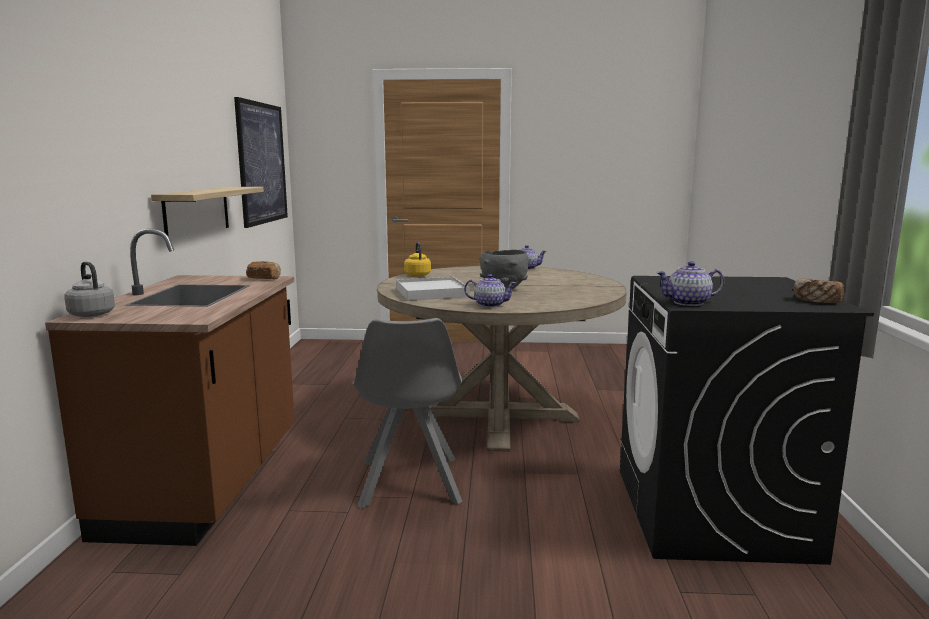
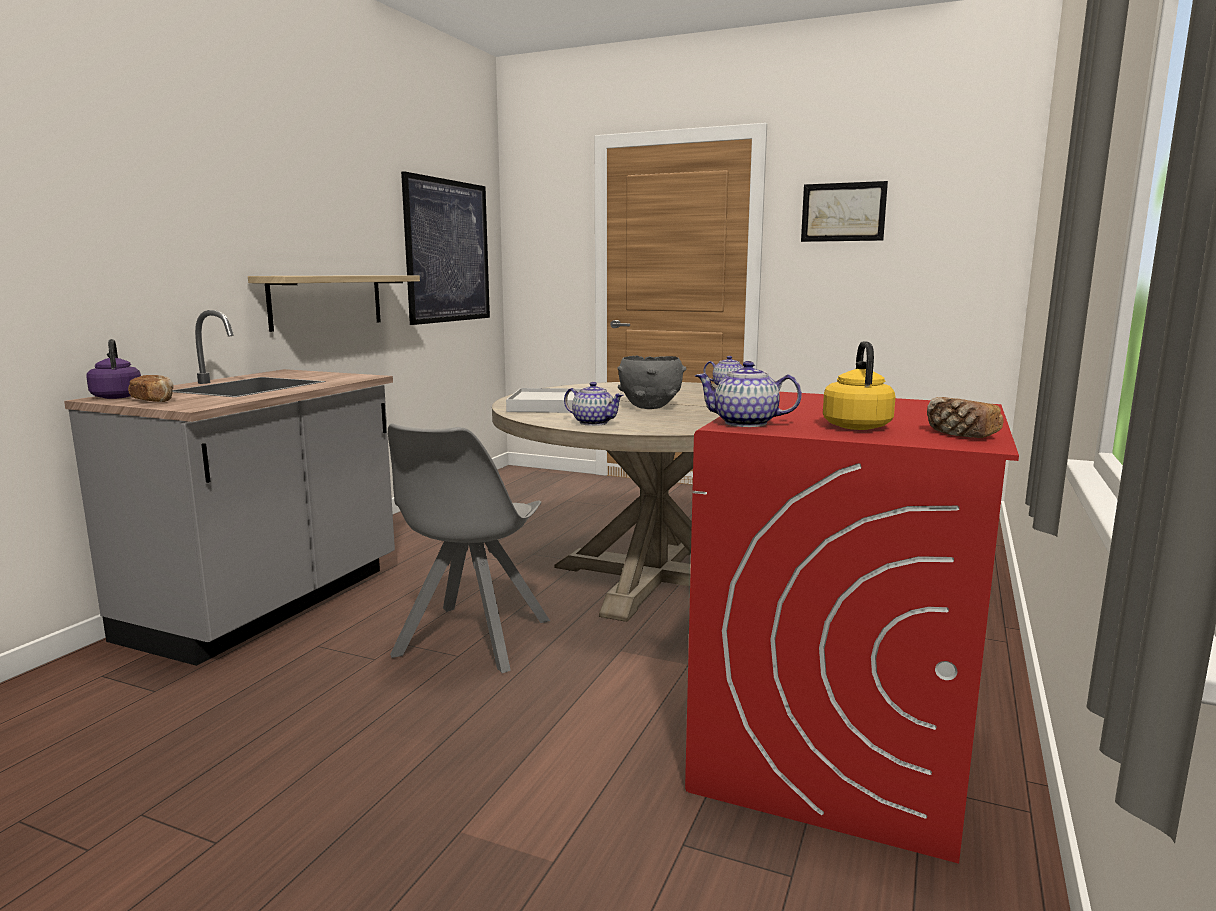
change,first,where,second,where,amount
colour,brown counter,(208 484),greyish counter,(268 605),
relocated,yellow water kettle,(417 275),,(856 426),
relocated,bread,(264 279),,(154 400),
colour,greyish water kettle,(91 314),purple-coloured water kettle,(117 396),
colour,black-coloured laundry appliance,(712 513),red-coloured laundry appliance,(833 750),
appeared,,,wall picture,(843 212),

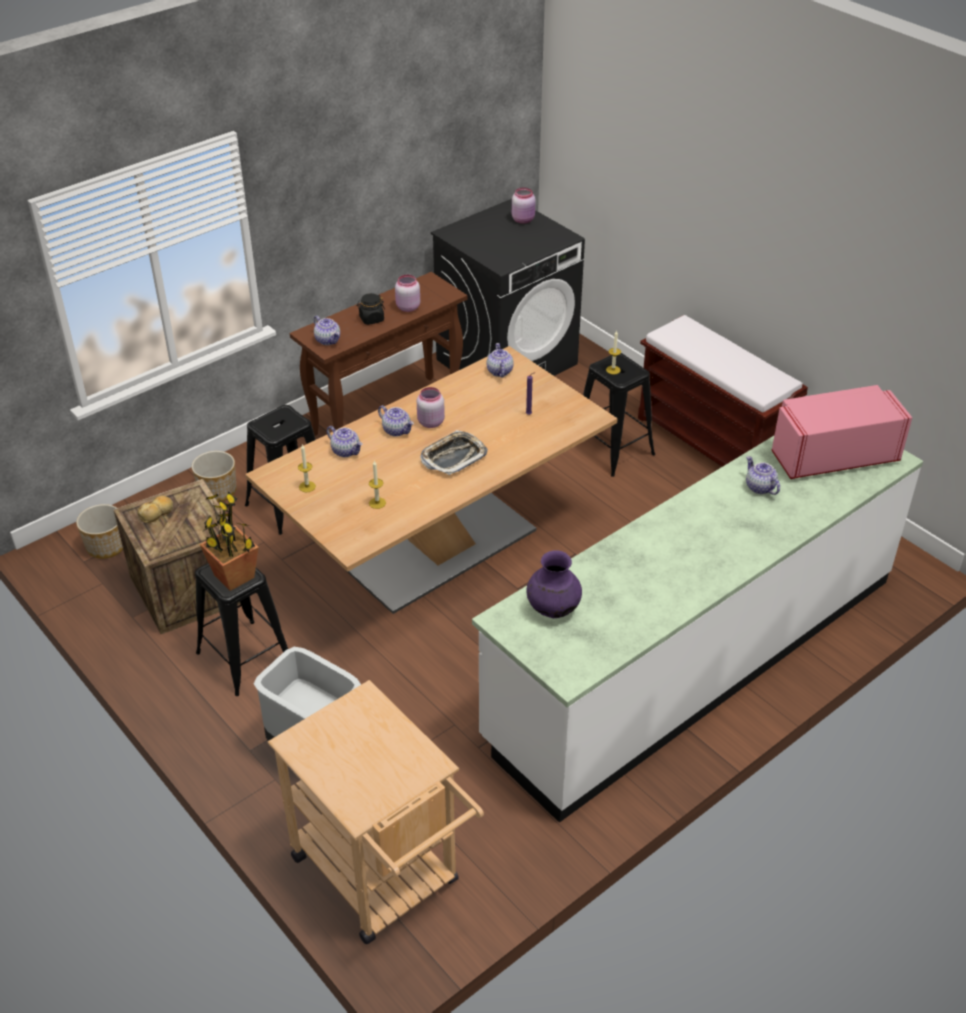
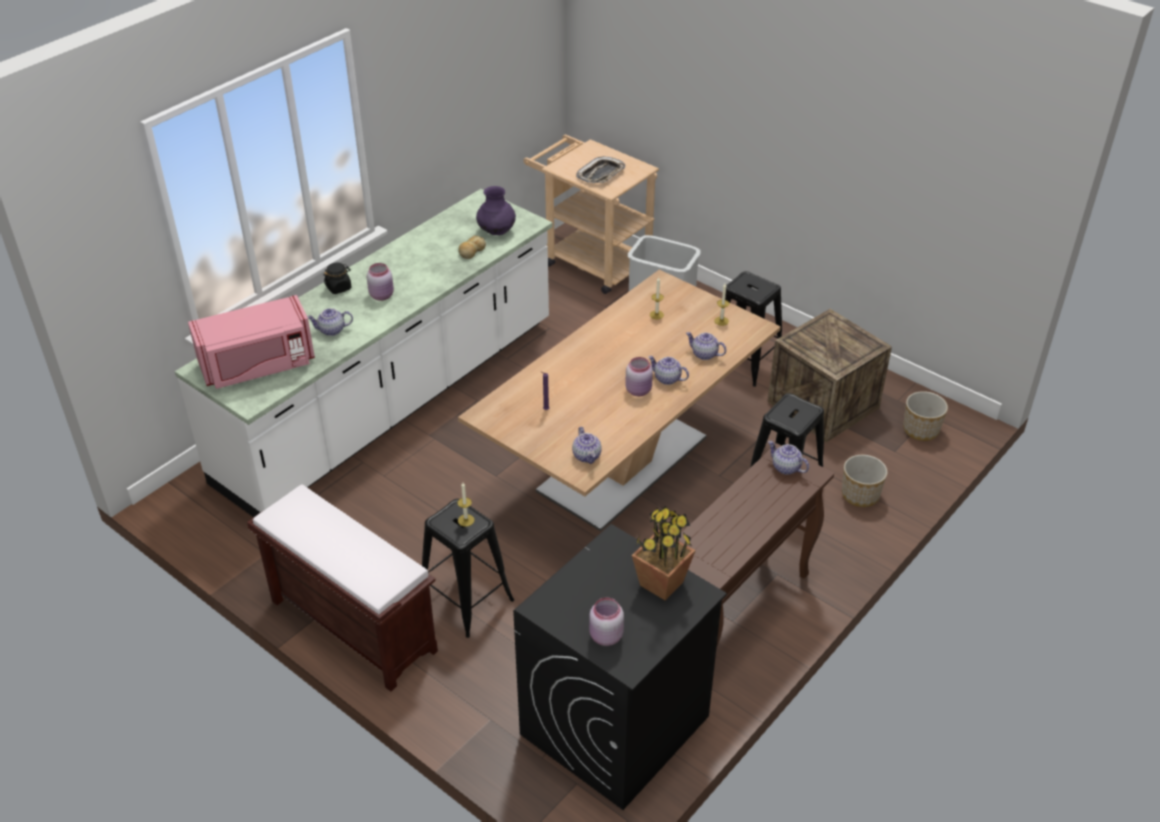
change,first,where,second,where,amount
relocated,pink-coloured jar,(407 307),,(382 295),
relocated,black-coloured jar,(371 319),,(339 287),
relocated,carrying tray,(453 457),,(601 174),
spun,tea pot,(759 487),,(331 330),120 degrees clockwise
relocated,houseplant,(234 577),,(661 583),
relocated,bread,(157 513),,(471 251),

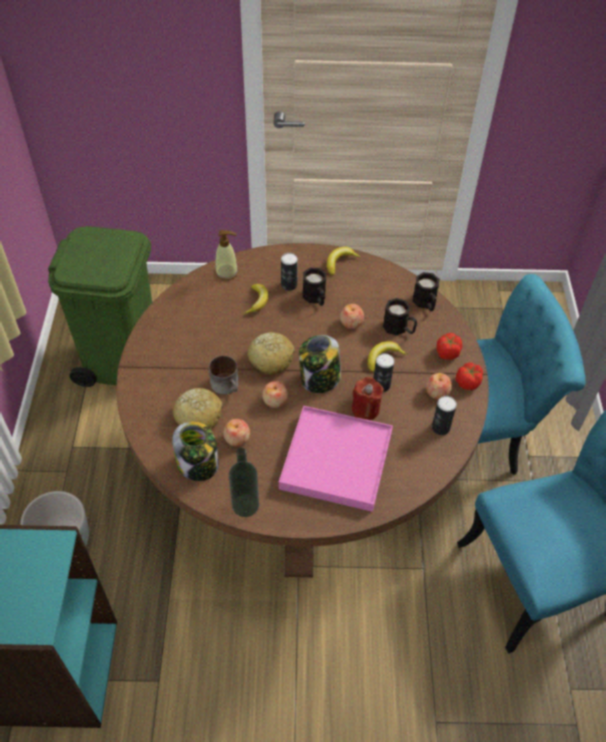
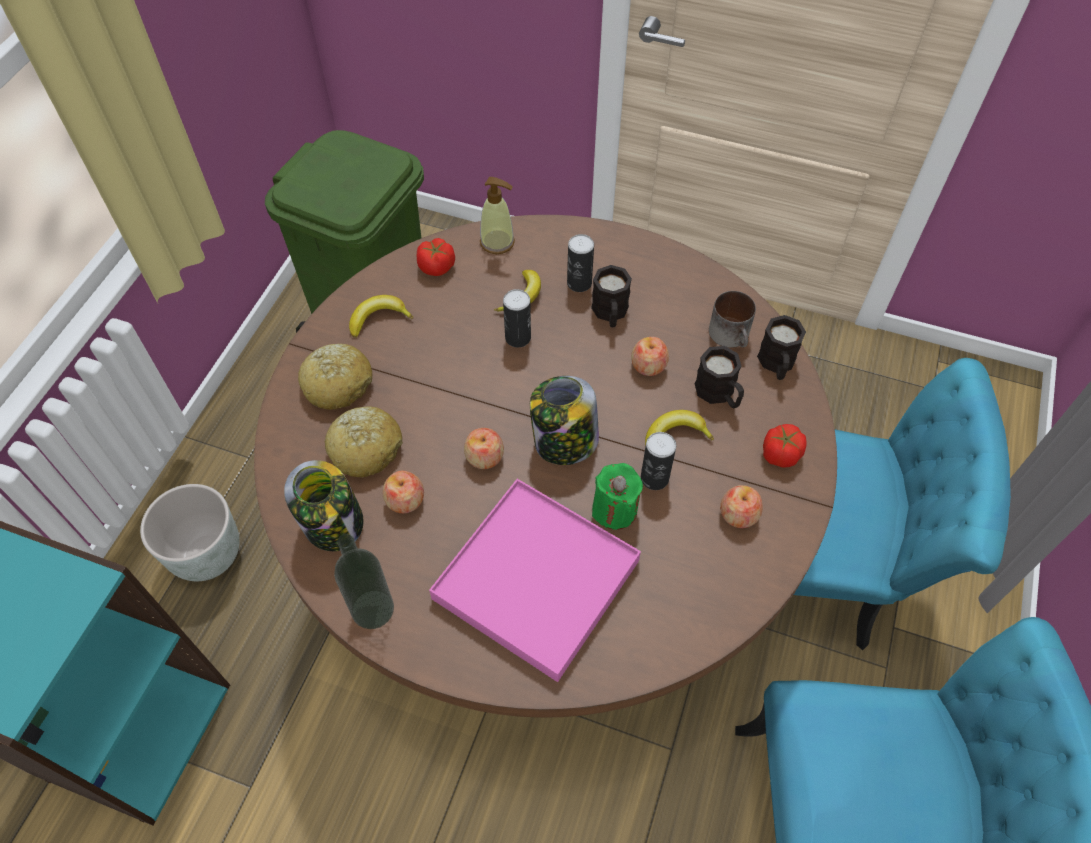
change,first,where,second,where,amount
relocated,banana fruit,(340 262),,(378 319),
relocated,bread,(271 358),,(338 384),
relocated,tea mug,(227 385),,(732 336),
relocated,fresh tomato,(468 382),,(437 267),
colour,red-coloured candle,(365 409),greenish candle,(614 509),
relocated,metal can,(440 427),,(518 337),

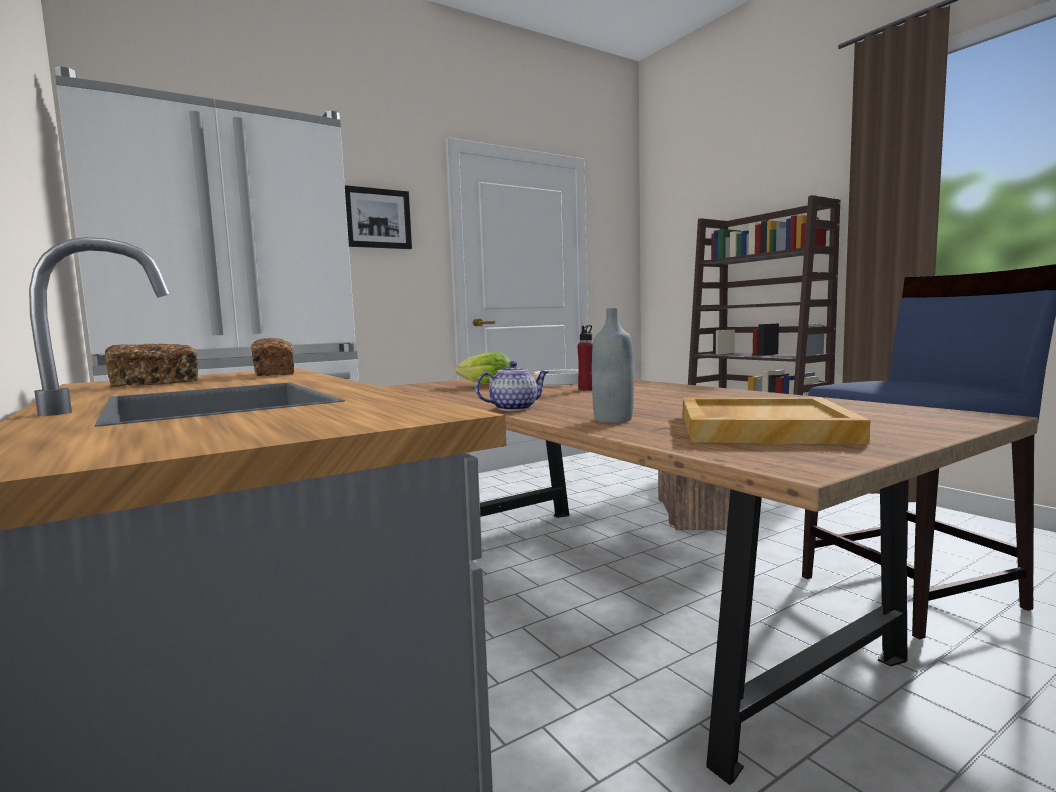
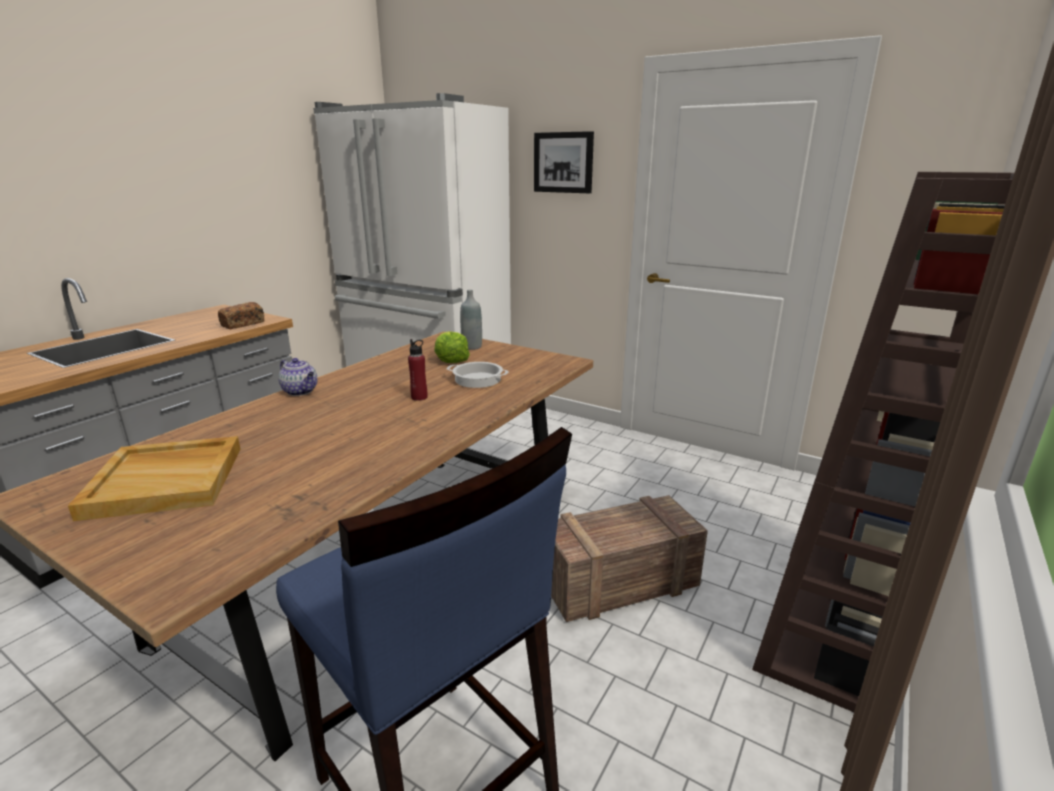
change,first,where,second,where,amount
relocated,greyish drink bottle,(613 420),,(472 347),
missing,bread,(155 383),,,

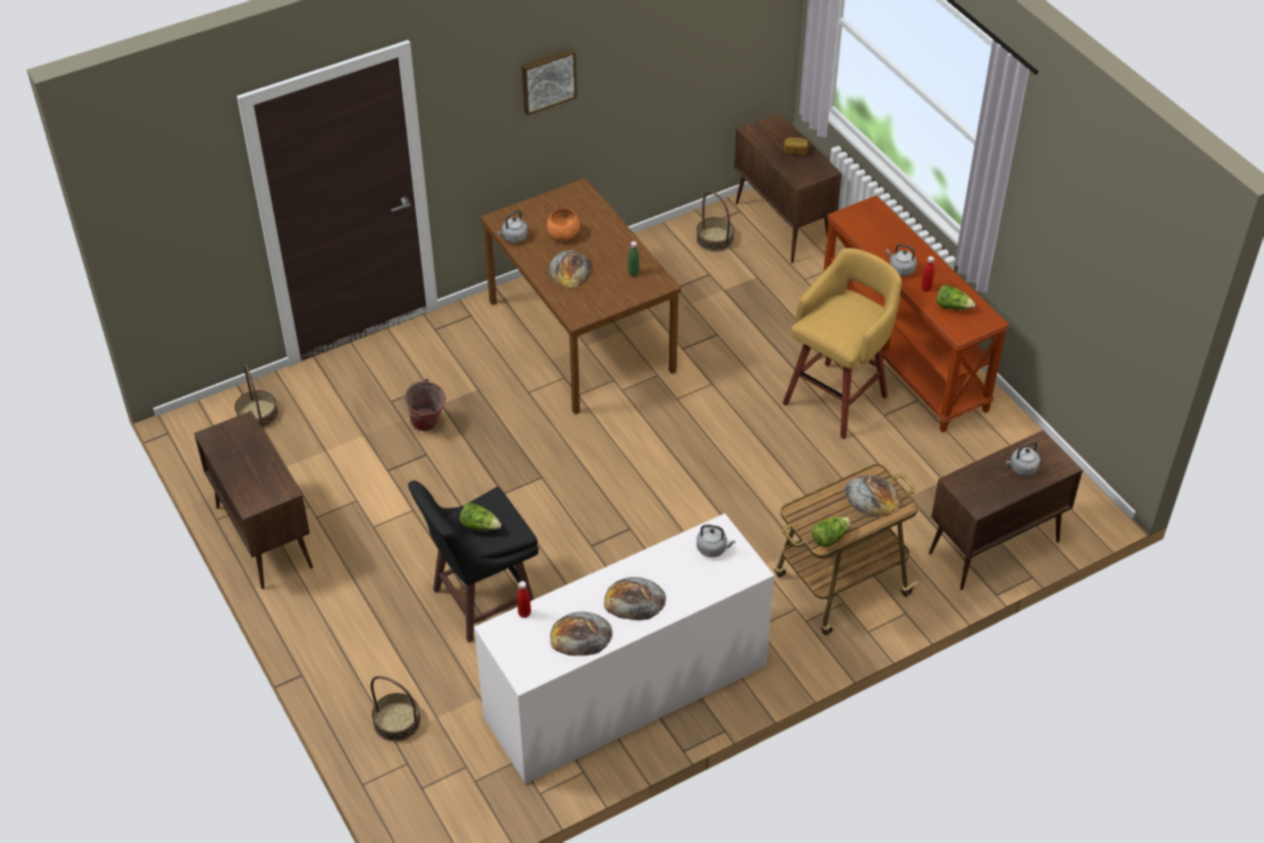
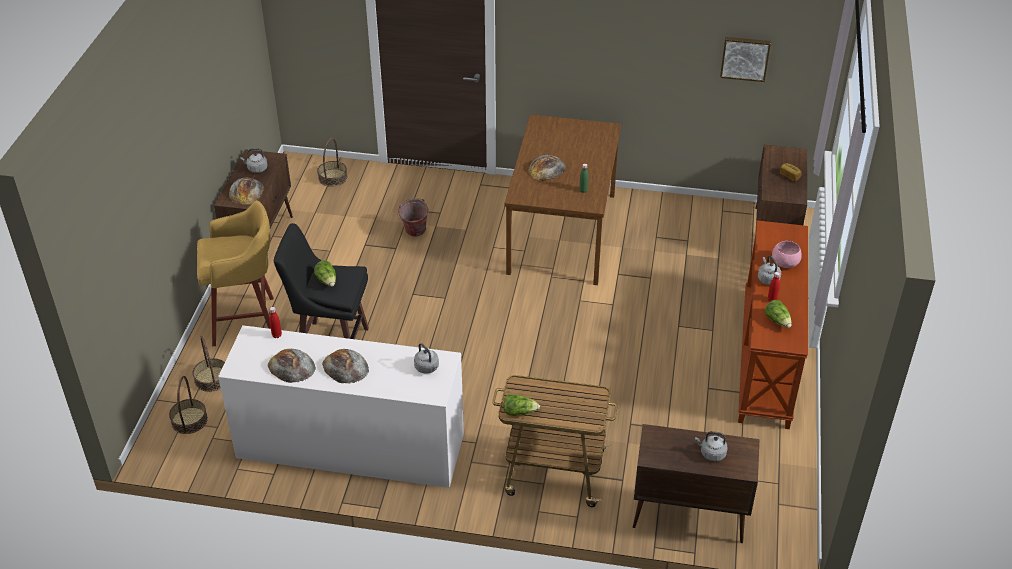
change,first,where,second,where,amount
relocated,wall picture,(548 80),,(745 58),
relocated,storage basket,(715 239),,(189 420),
missing,orangey bowl,(563 235),,,
relocated,greyish water kettle,(514 238),,(256 169),
relocated,yellow stool seat,(837 398),,(246 321),
relocated,bread,(872 496),,(246 192),
appeared,,,pink-coloured bowl,(784 263),

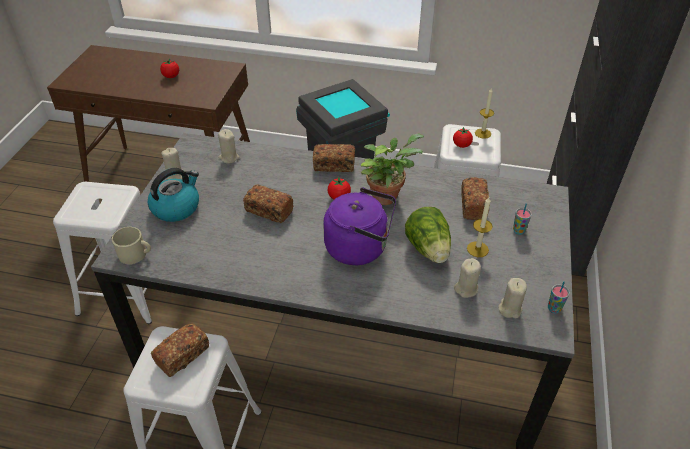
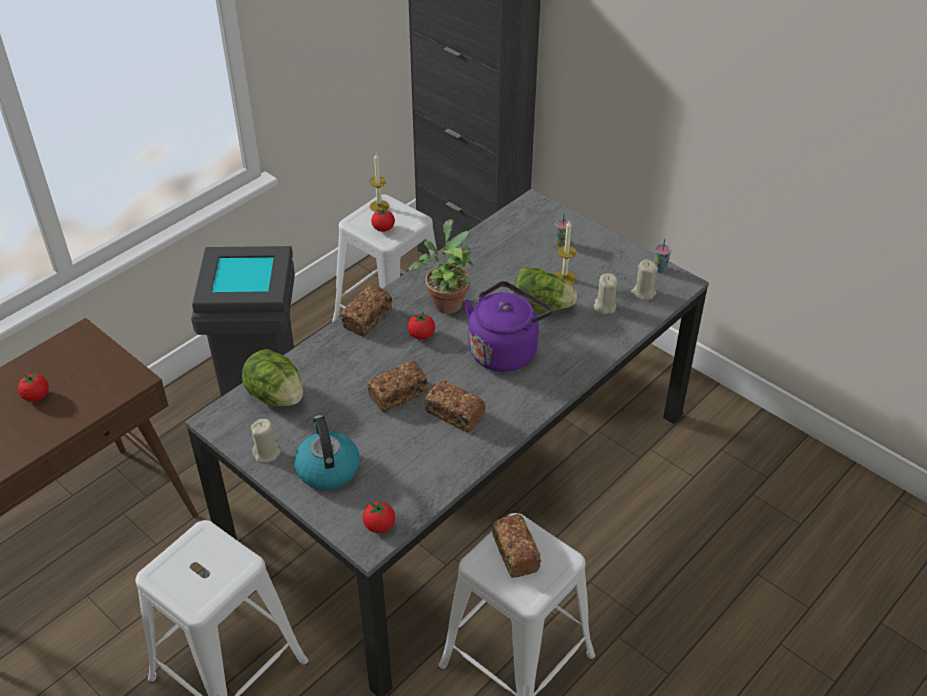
change,first,where,second,where,amount
exchanged,beige candle,(229 157),head of lettuce,(276 396),
relocated,bread,(473 205),,(454 414),
exchanged,beige tea mug,(136 254),fresh tomato,(379 526),

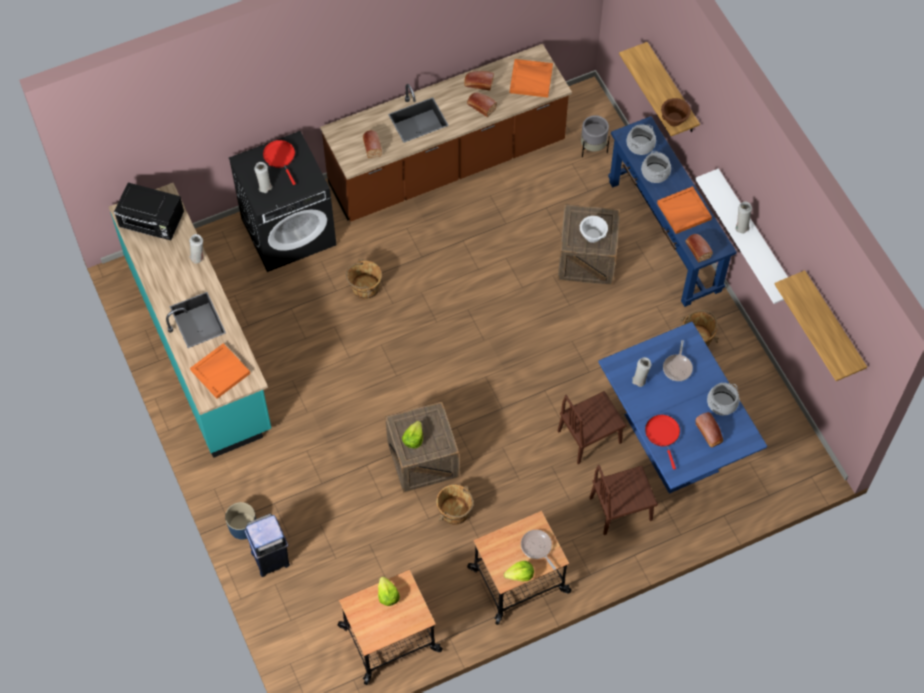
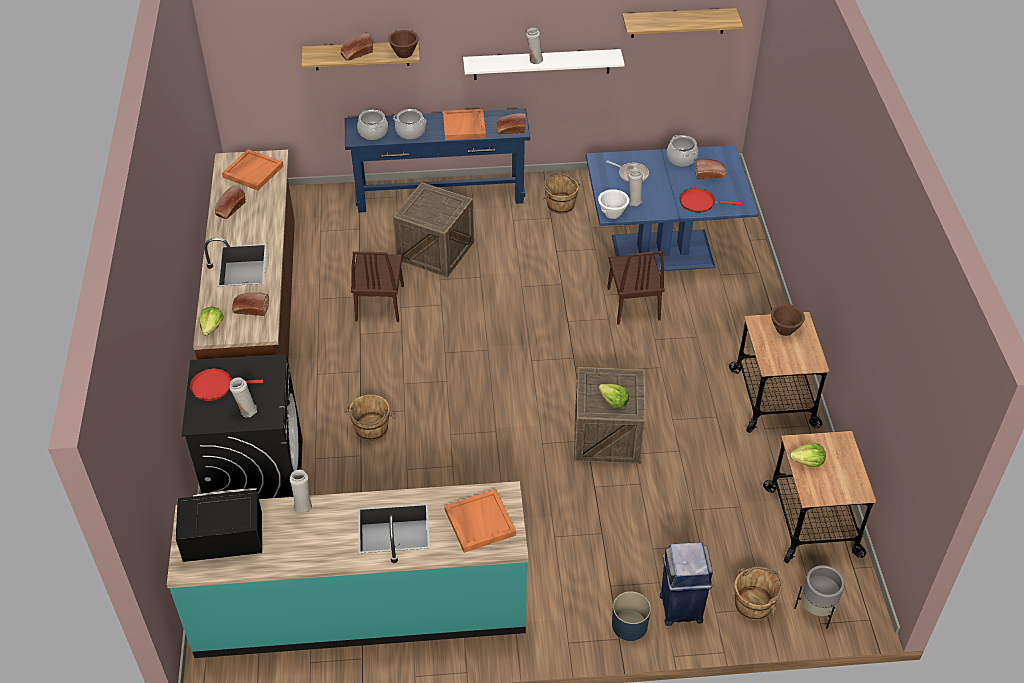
change,first,where,second,where,amount
relocated,bread,(480 106),,(356 54),
relocated,greyish flower pot,(592 149),,(815 611),
spun,black-coloured microwave oven,(152 223),,(223 541),135 degrees counterclockwise
relocated,whitish bowl,(592 236),,(612 213),
relocated,brown plain chair,(621 509),,(379 302),
relocated,brown water bucket,(455 512),,(754 604),
exchanged,pan,(537 547),brown bowl,(785 329),
relocated,head of lettuce,(520 575),,(212 327),

